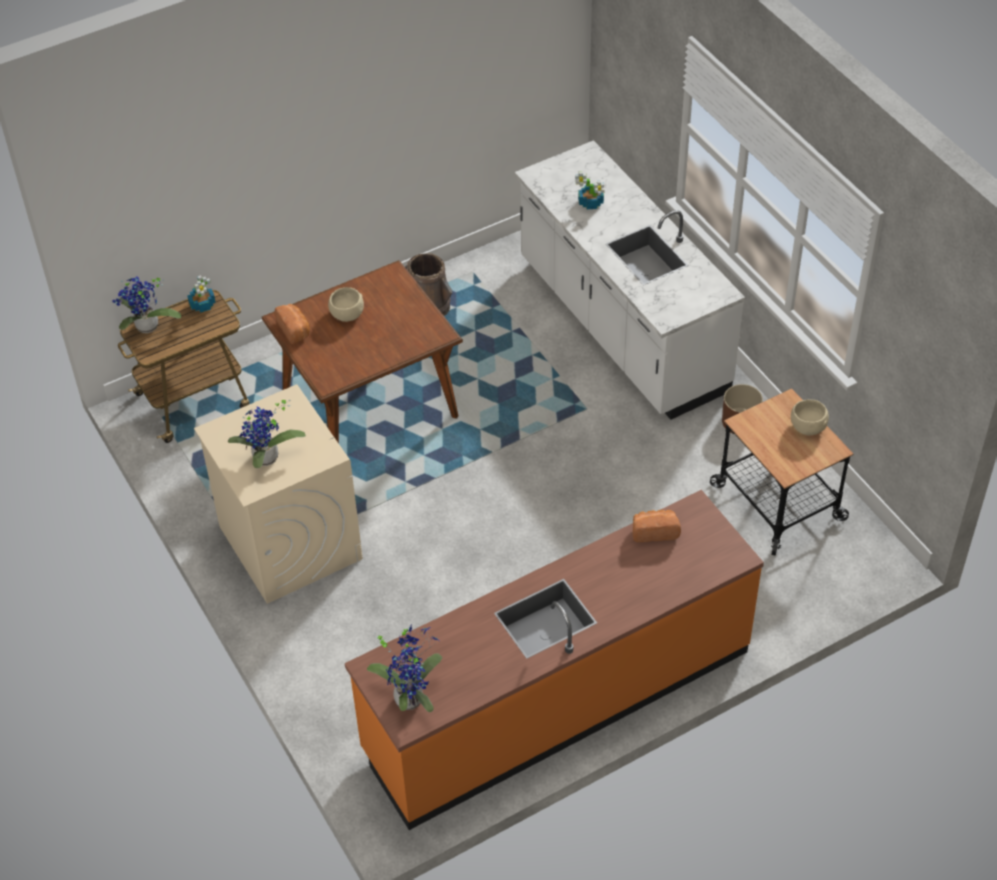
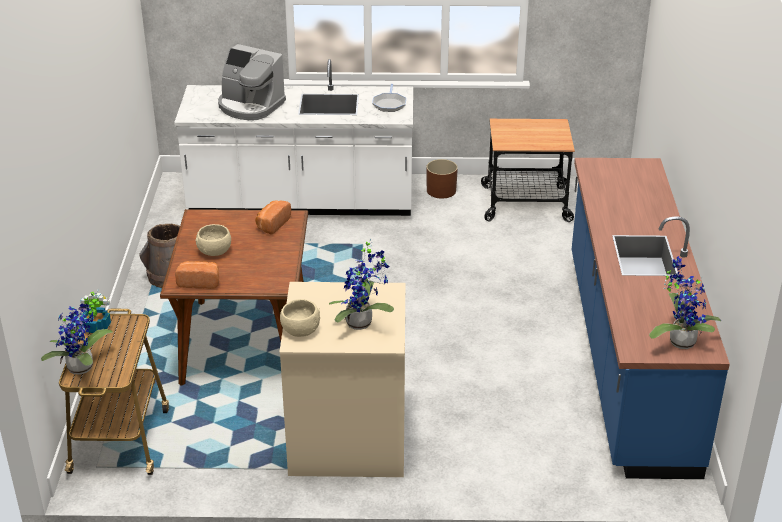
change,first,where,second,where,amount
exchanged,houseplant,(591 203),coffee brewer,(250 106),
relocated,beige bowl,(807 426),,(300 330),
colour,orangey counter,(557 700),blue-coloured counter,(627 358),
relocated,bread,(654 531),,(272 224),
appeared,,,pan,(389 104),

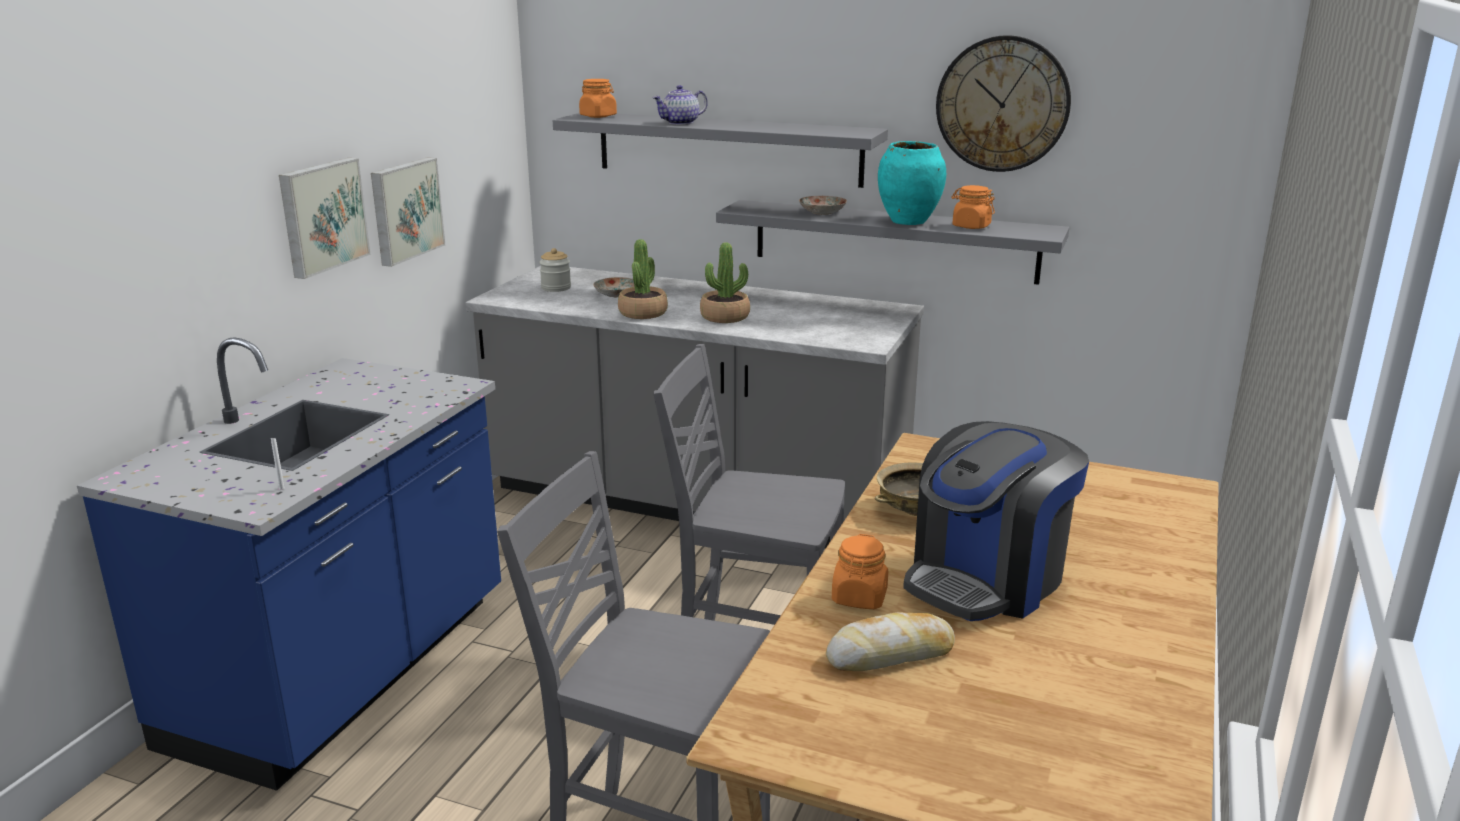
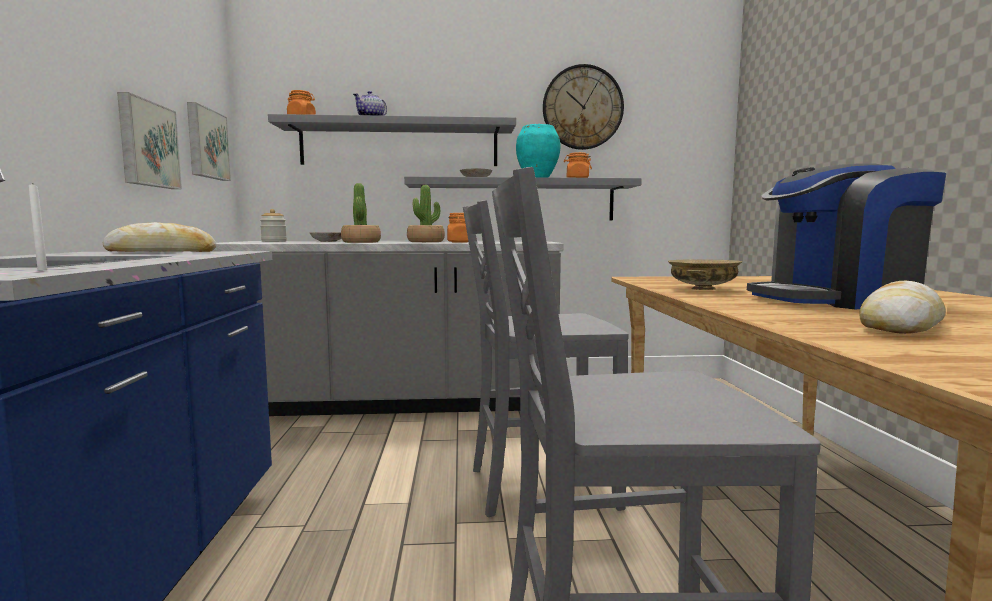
change,first,where,second,where,amount
relocated,wall picture,(321 216),,(206 144),
spun,coffee brewer,(987 579),,(836 300),60 degrees clockwise
relocated,orangey jar,(859 597),,(460 242),
appeared,,,bread,(162 252),

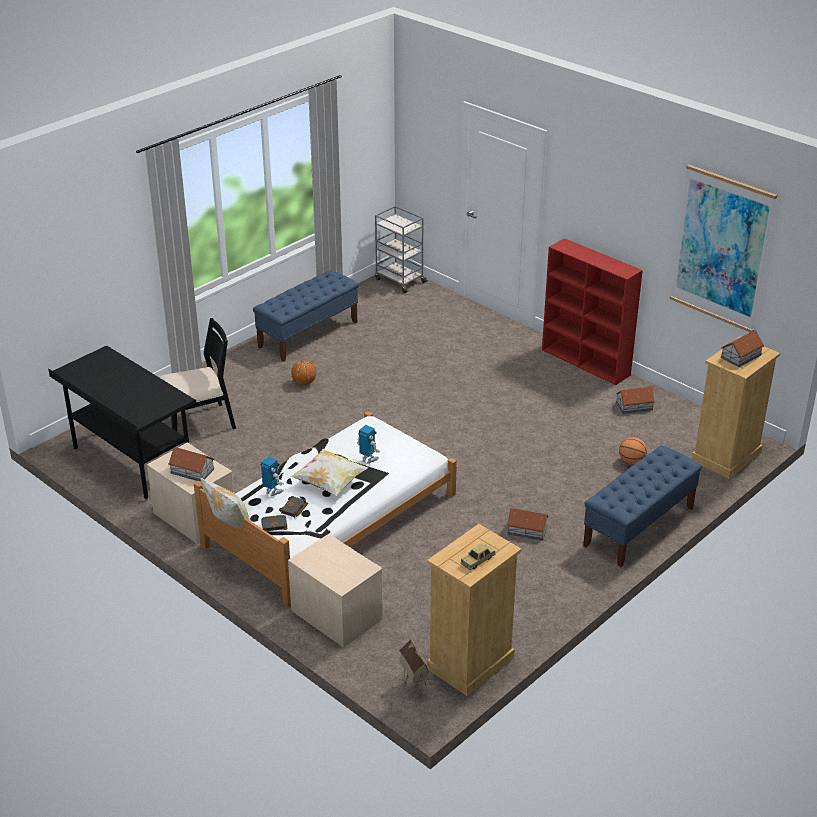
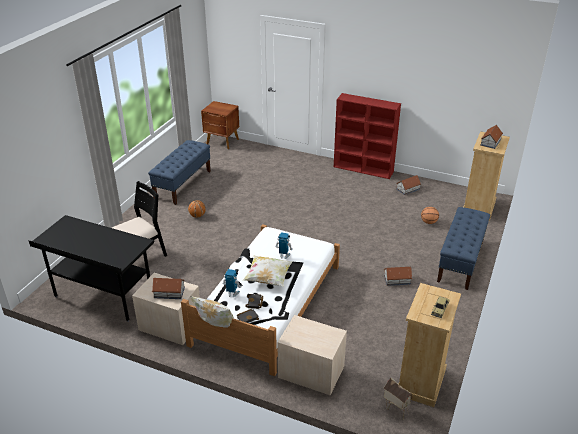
change,first,where,second,where,amount
missing,wall picture,(721 249),,,
exchanged,greyish trolley,(399 280),brown nightstand,(222 142),

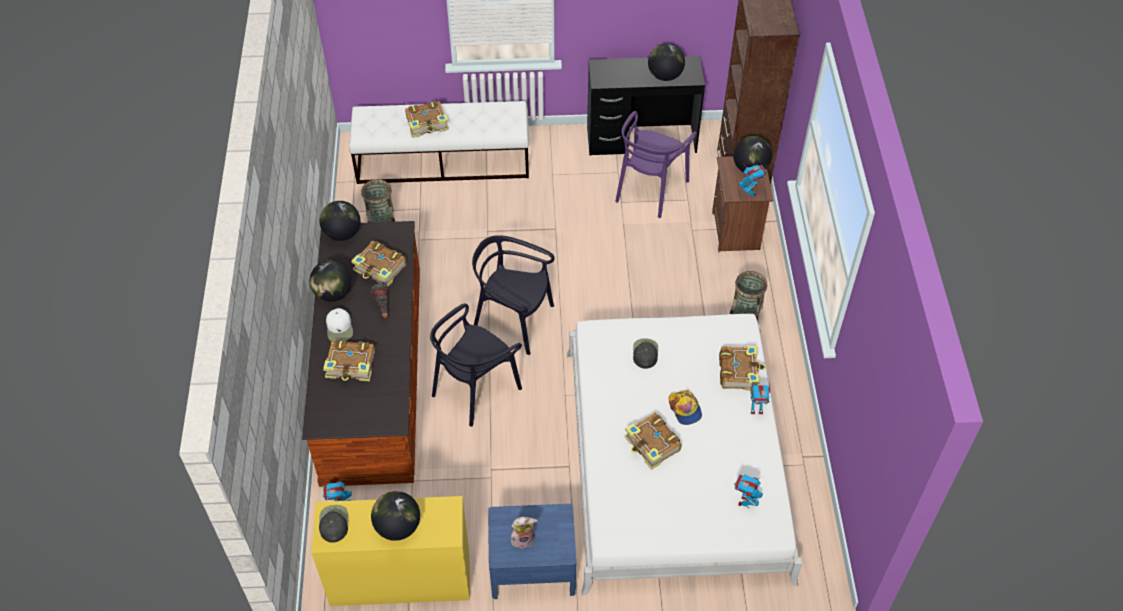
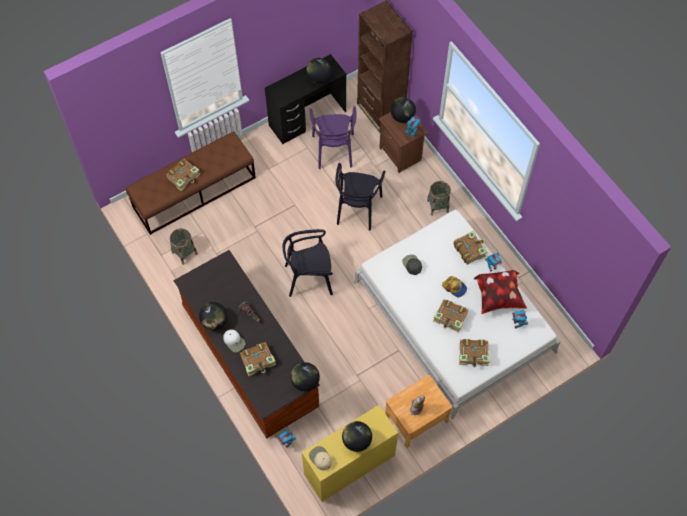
change,first,where,second,where,amount
colour,whitish bench,(443 161),brown bench,(194 192),
relocated,desk globe,(342 234),,(305 382),
relocated,book,(380 269),,(473 355),
relocated,black-coloured plain chair,(475 389),,(357 209),
colour,blue-coloured nightstand,(532 567),brown nightstand,(416 418),
colour,black-coloured peaked cap,(333 523),beige peaked cap,(320 458),
appeared,,,cushion,(498 298),

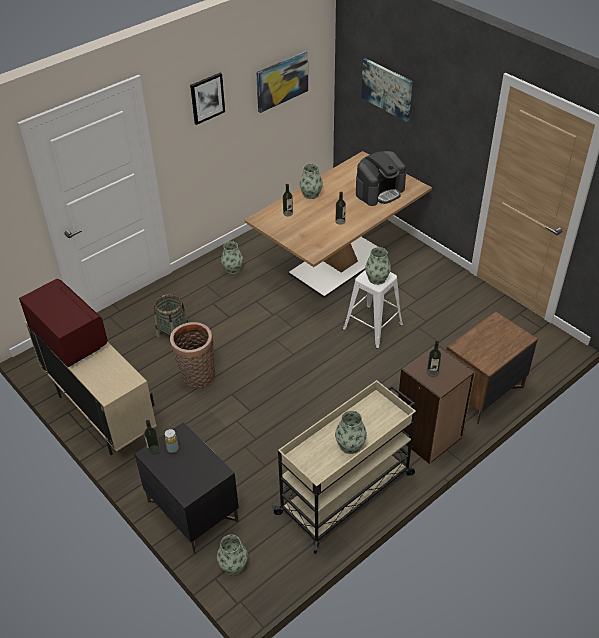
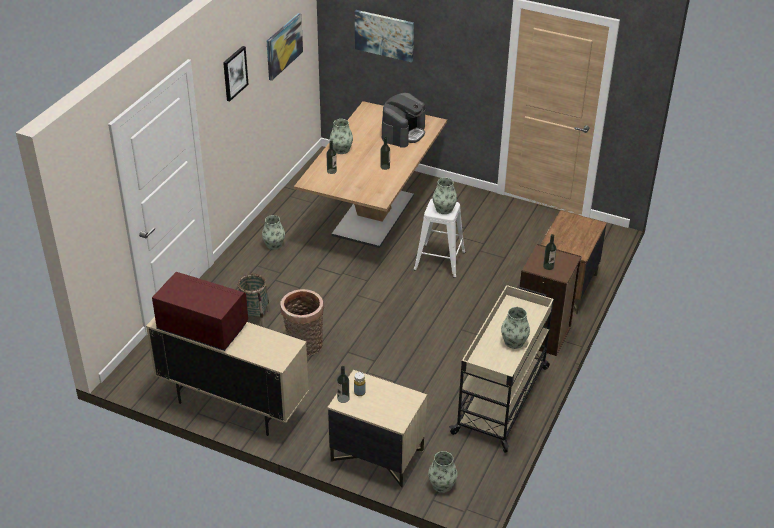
change,first,where,second,where,amount
colour,black-coloured nightstand,(192 511),beige nightstand,(376 455),

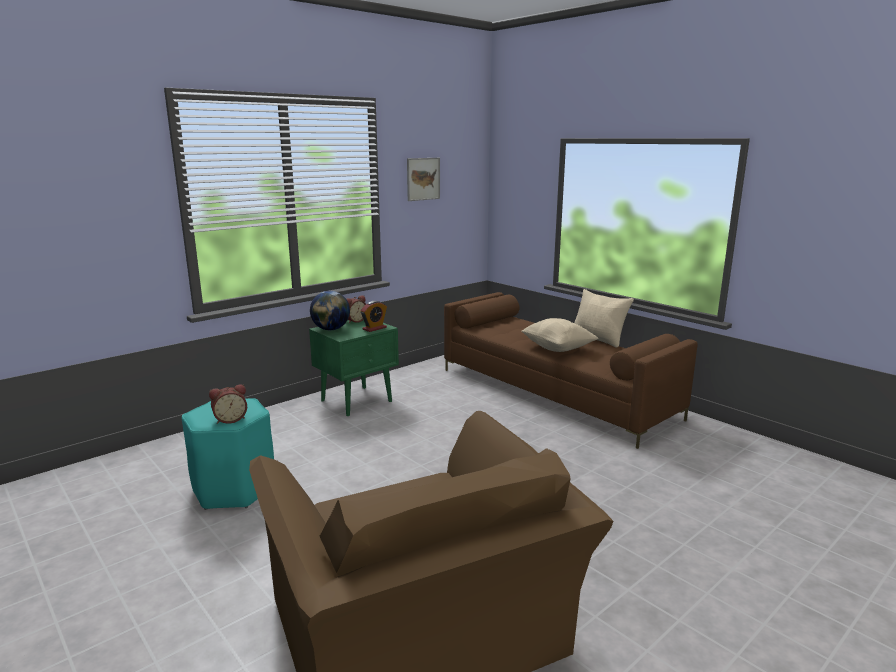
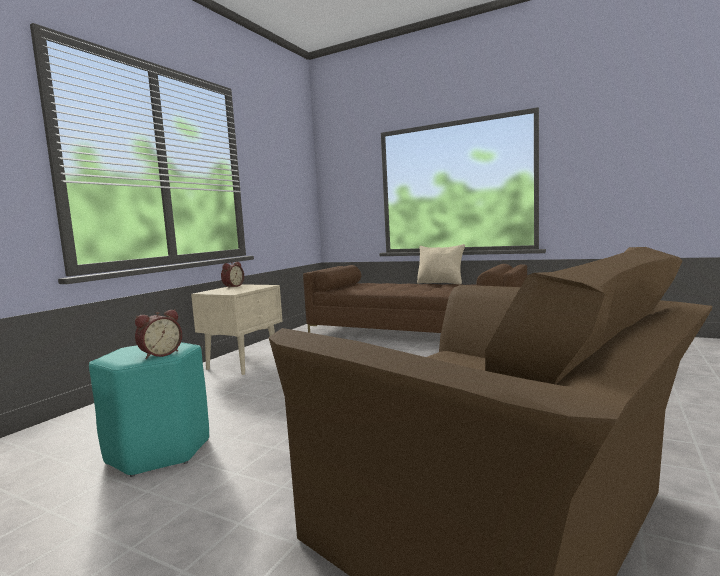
change,first,where,second,where,amount
missing,wall picture,(423 179),,,
missing,desk globe,(331 329),,,
missing,table clock,(374 328),,,
missing,beige cushion,(557 349),,,
colour,greenish nightstand,(357 400),beige nightstand,(244 363),

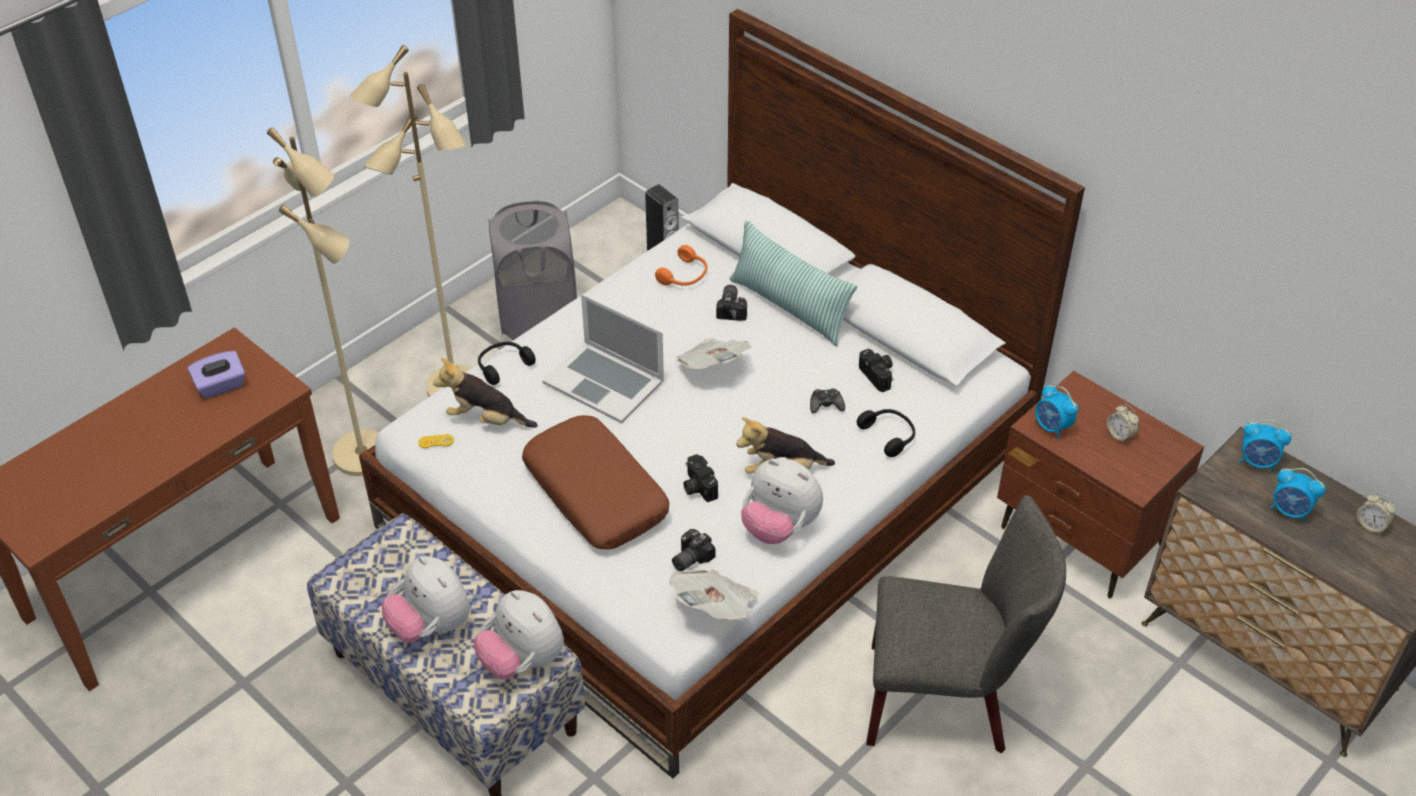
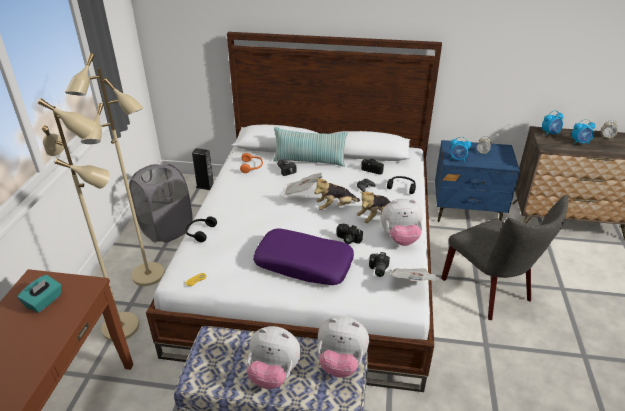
change,first,where,second,where,amount
missing,portable computer,(604 381),,,
colour,purple-coloured tissue holder,(221 386),blue-green tissue holder,(44 301),
relocated,soft toy,(486 419),,(335 207),
colour,brown nightstand,(1082 537),blue-coloured nightstand,(467 212),
colour,brown cushion,(596 493),purple-coloured cushion,(304 264),
spun,greyish plain chair,(947 700),,(490 292),90 degrees clockwise

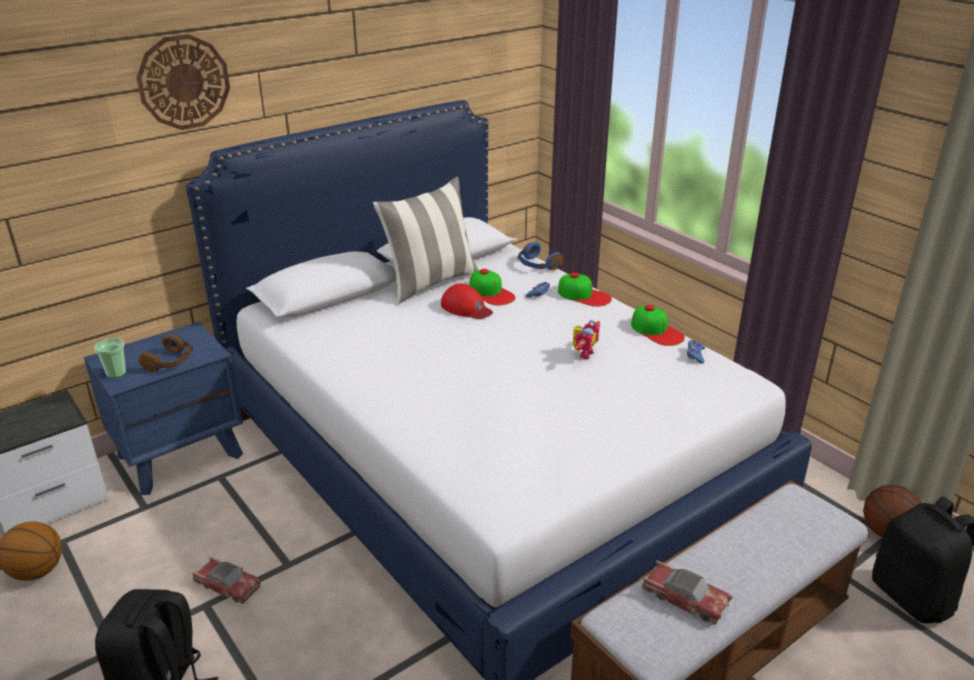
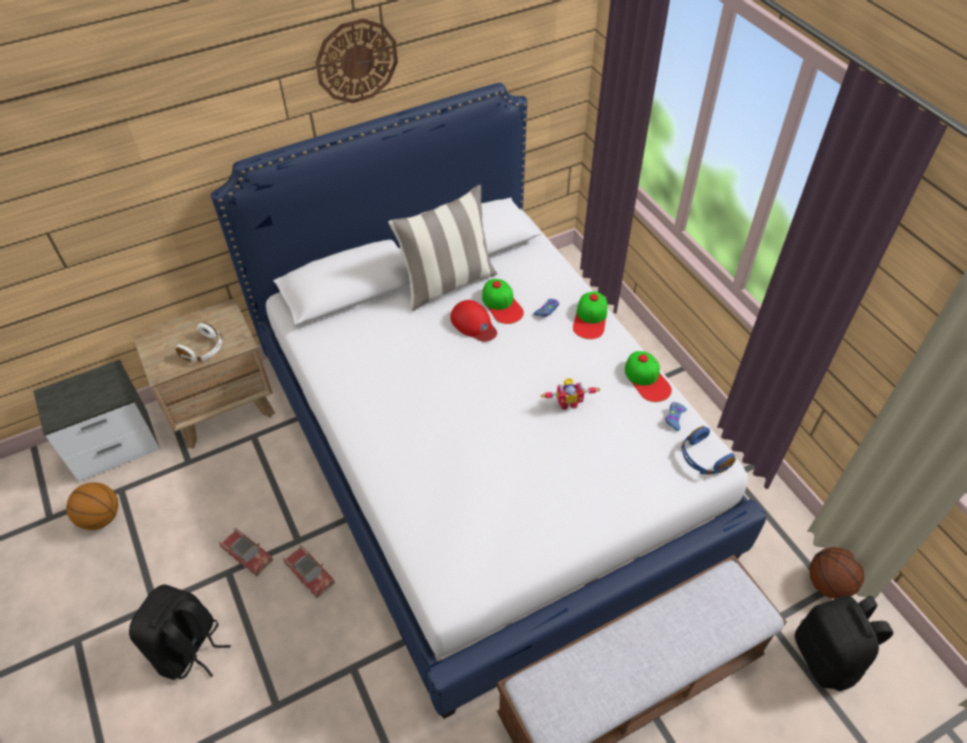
change,first,where,second,where,amount
relocated,wall clock,(184 82),,(356 61),
relocated,blue-coloured headphones,(537 265),,(702 458),
spun,peaked cap,(584 295),,(590 318),60 degrees clockwise
spun,model robot,(583 353),,(568 402),45 degrees clockwise
colour,blue-coloured nightstand,(181 455),brown nightstand,(222 407),
colour,brown headphones,(170 362),whitish headphones,(204 350),
missing,small cup,(116 373),,,
relocated,toy car,(685 599),,(310 574),

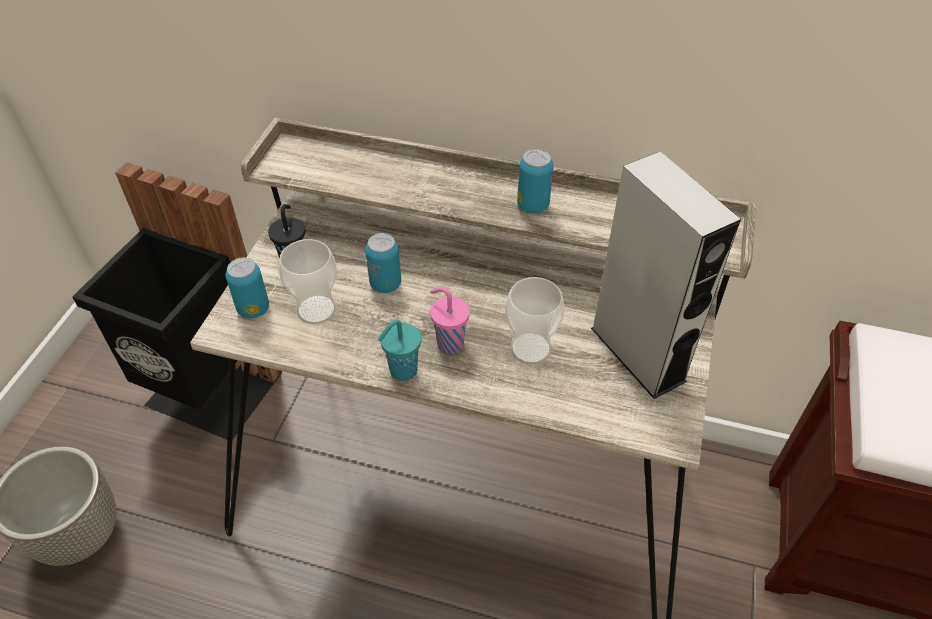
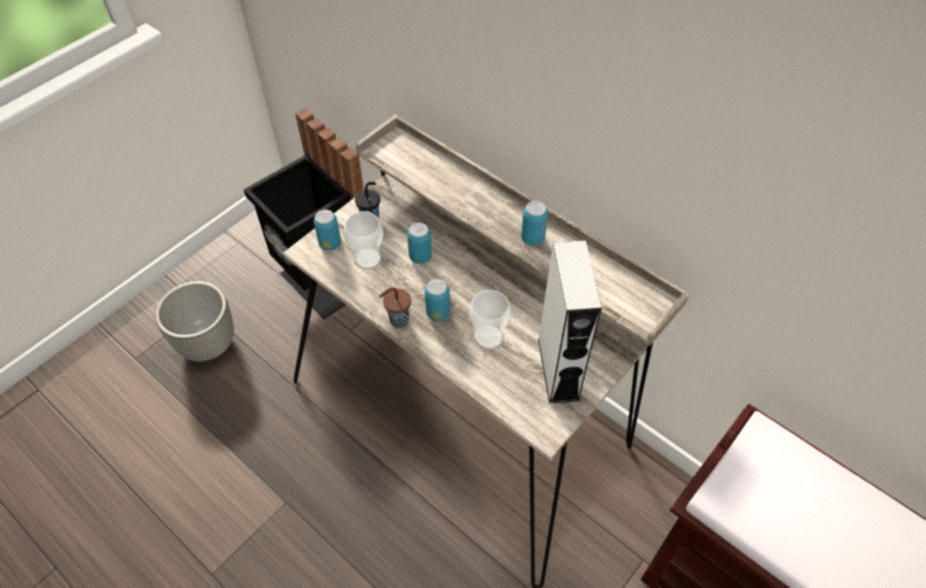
change,first,where,second,where,amount
exchanged,pink-coloured small cup,(449 343),metal can,(438 313),
colour,blue-green small cup,(402 371),brown small cup,(398 320),

